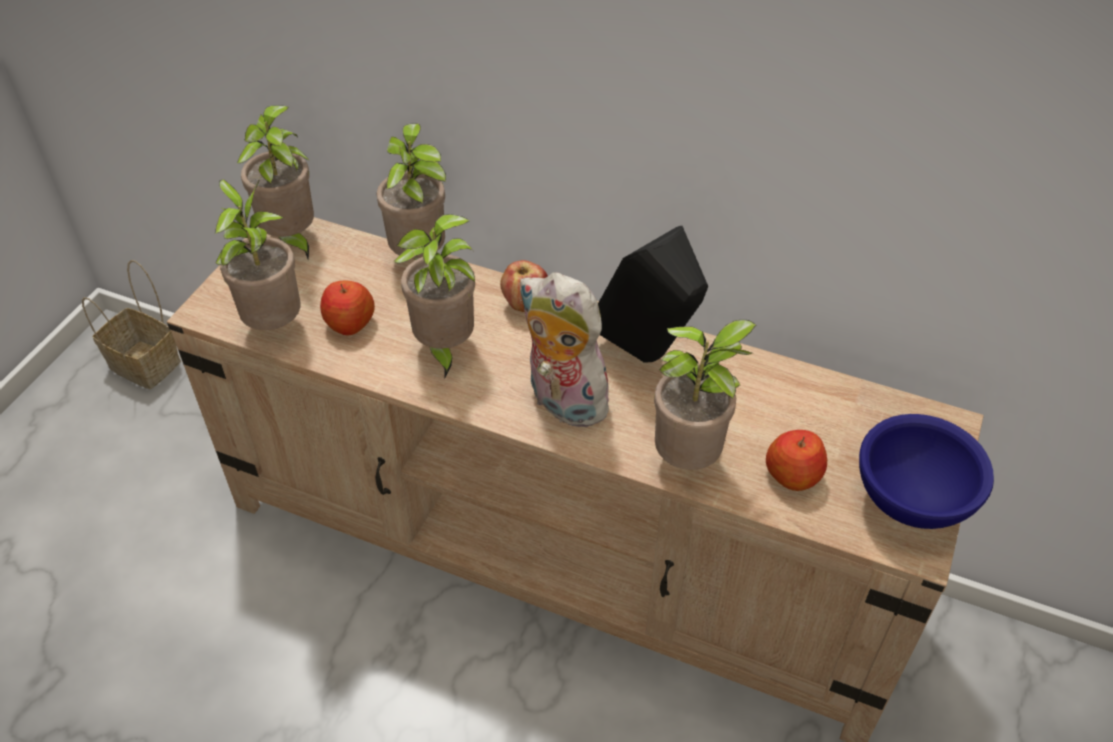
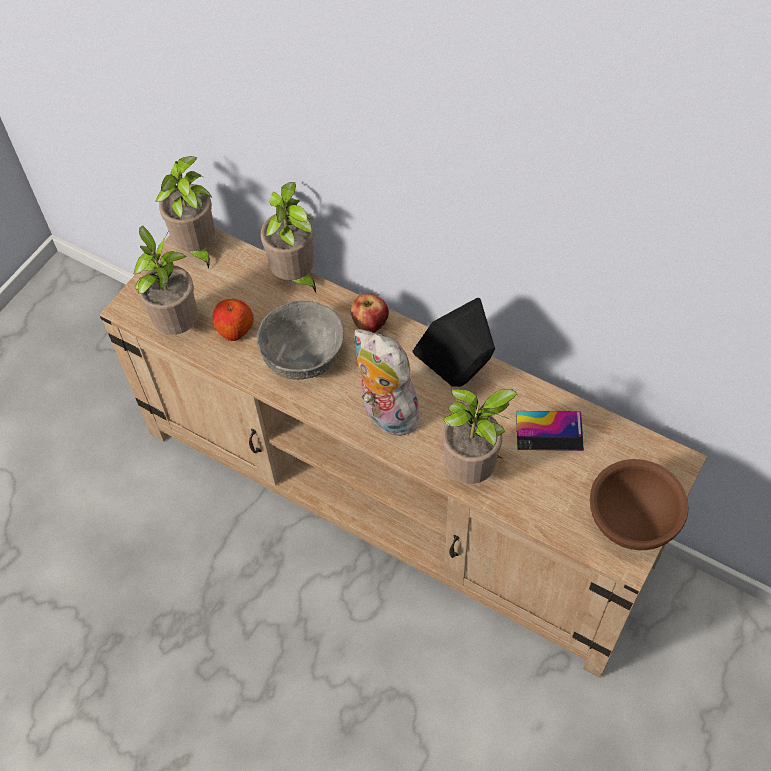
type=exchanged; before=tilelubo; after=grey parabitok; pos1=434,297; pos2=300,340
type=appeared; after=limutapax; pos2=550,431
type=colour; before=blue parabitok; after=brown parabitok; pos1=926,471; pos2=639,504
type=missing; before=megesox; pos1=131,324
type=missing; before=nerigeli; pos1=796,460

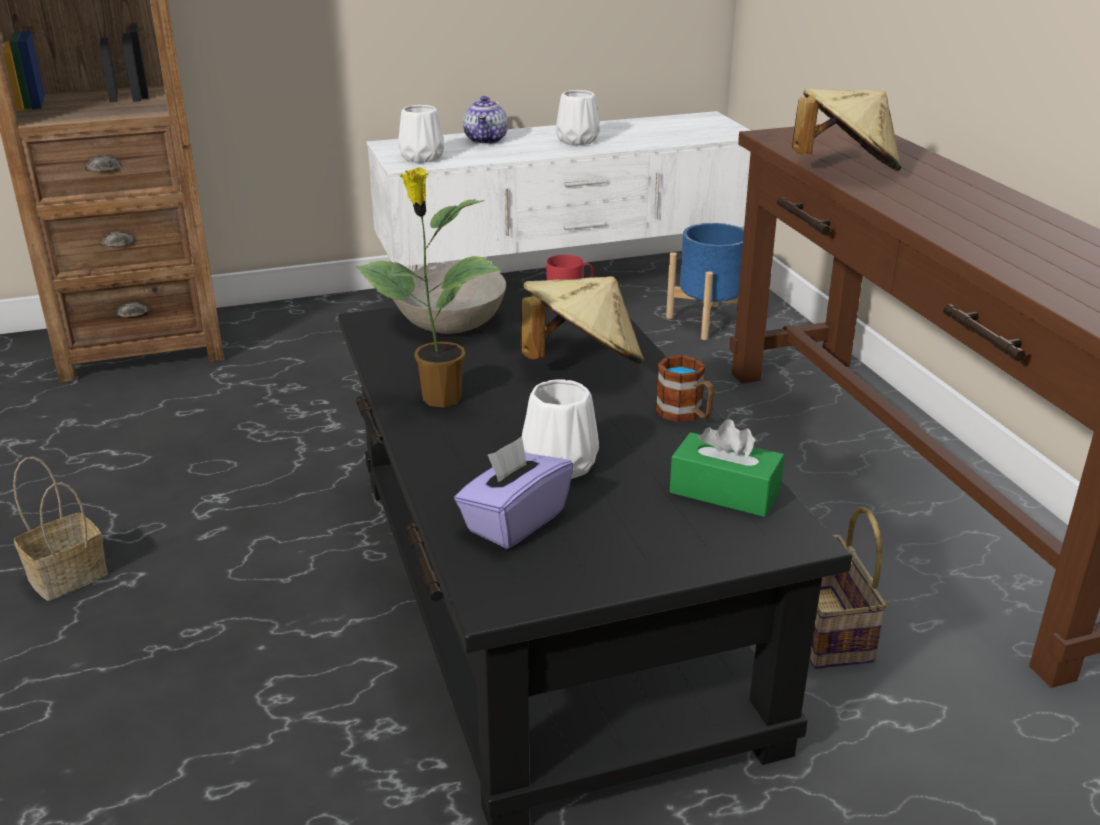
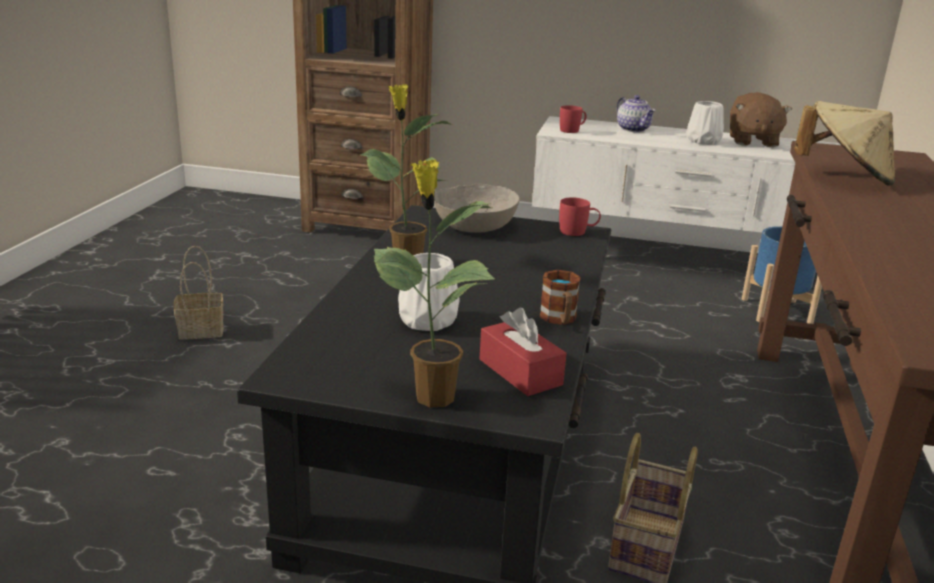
type=appeared; after=tilelubo; pos2=434,283
type=colour; before=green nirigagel; after=red nirigagel; pos1=727,468; pos2=523,352
type=exchanged; before=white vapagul; after=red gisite; pos1=421,134; pos2=573,119
type=spun; before=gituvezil; pos1=485,120; pos2=636,113; turn=-60
type=appeared; after=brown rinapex; pos2=761,119
type=missing; before=purple nirigagel; pos1=513,492
type=missing; before=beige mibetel; pos1=582,320

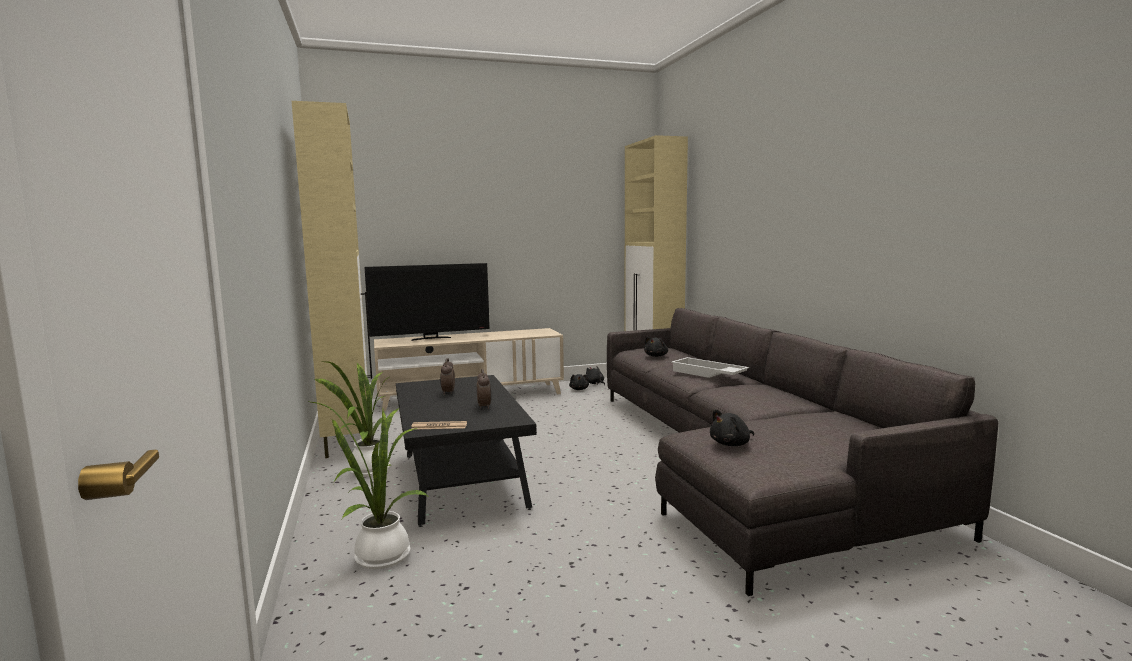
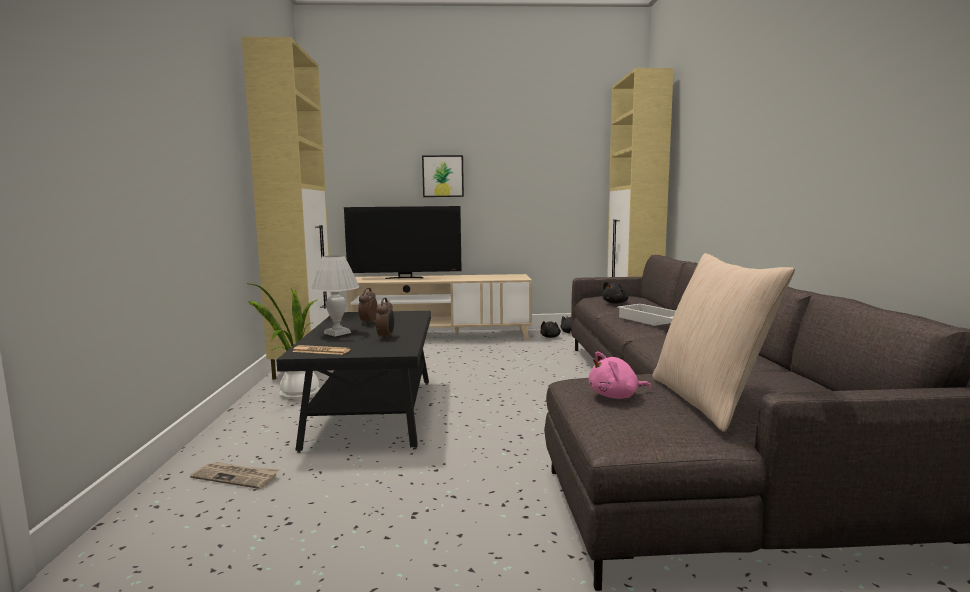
type=exchanged; before=tilelubo; after=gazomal; pos1=370,485; pos2=234,475
type=appeared; after=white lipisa; pos2=334,295
type=appeared; after=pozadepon; pos2=443,176
type=colour; before=black rinapex; after=pink rinapex; pos1=732,427; pos2=620,375
type=appeared; after=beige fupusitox; pos2=723,342

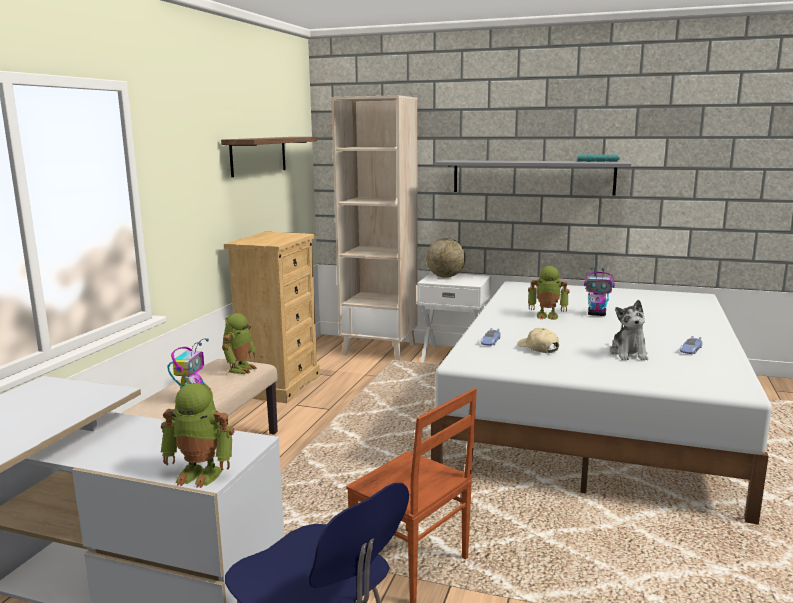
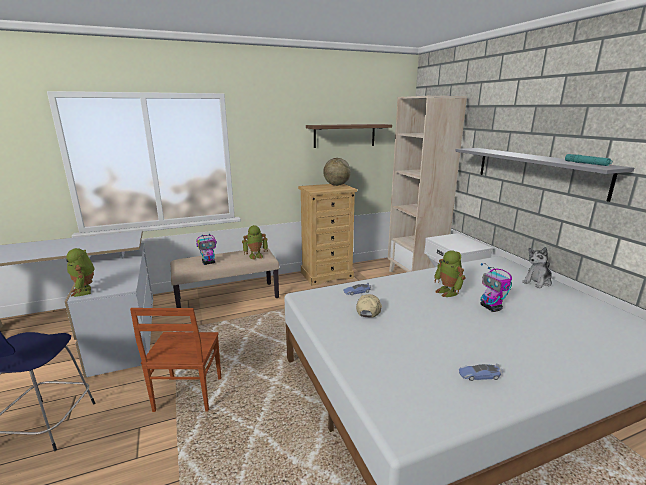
type=relocated; before=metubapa; pos1=446,258; pos2=337,172
type=relocated; before=rinapex; pos1=629,330; pos2=537,268

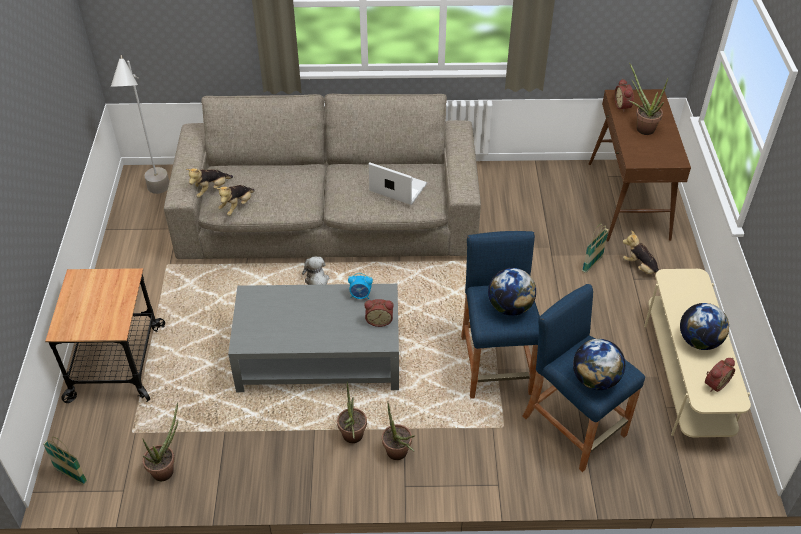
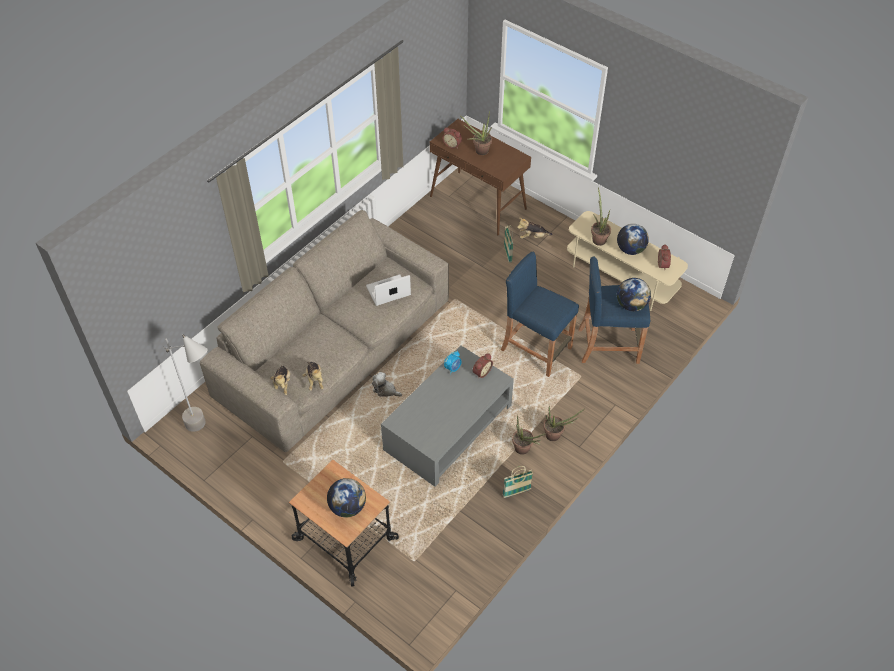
type=relocated; before=metubapa; pos1=512,292; pos2=346,497
type=relocated; before=megesox; pos1=65,461; pos2=517,482
type=relocated; before=tilelubo; pos1=160,441; pos2=601,216

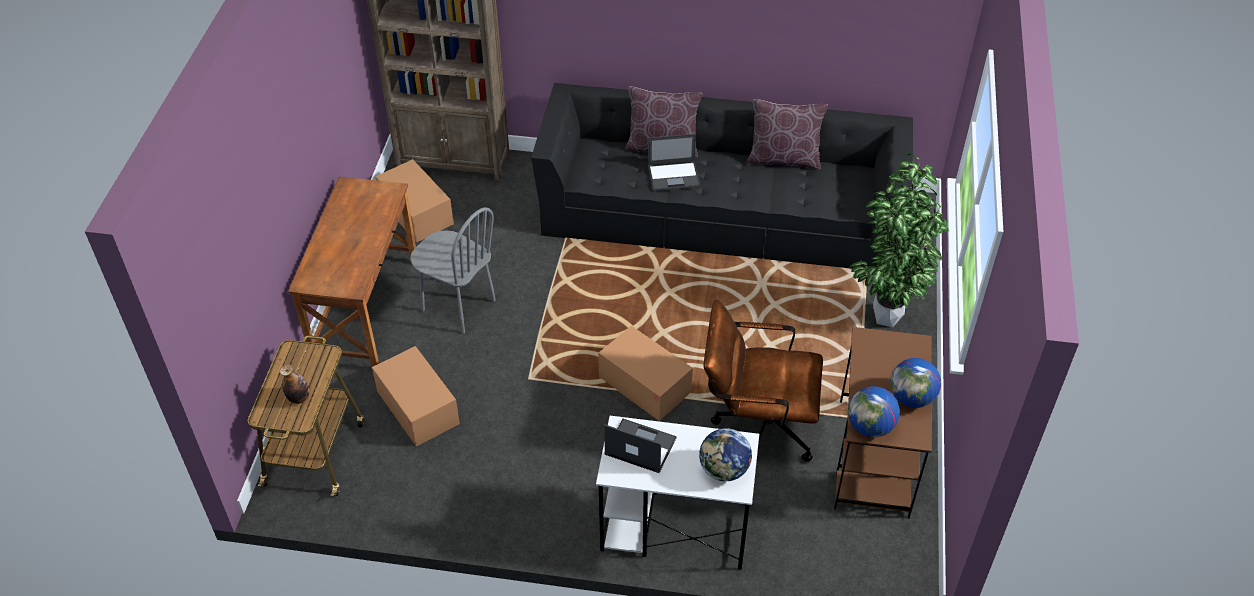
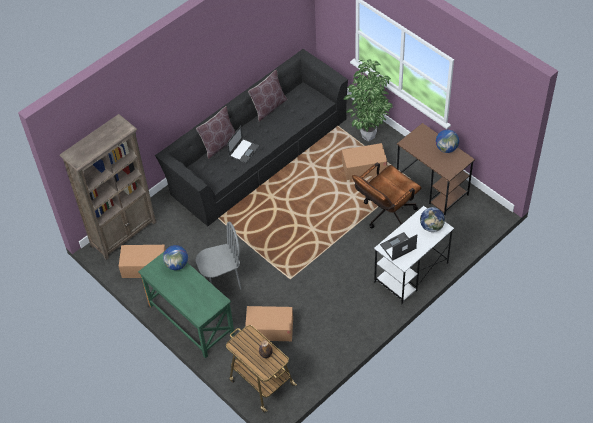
type=colour; before=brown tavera; after=green tavera; pos1=352,274; pos2=186,304
type=relocated; before=metubapa; pos1=874,411; pos2=175,257
type=relocated; before=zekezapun; pos1=645,373; pos2=364,161

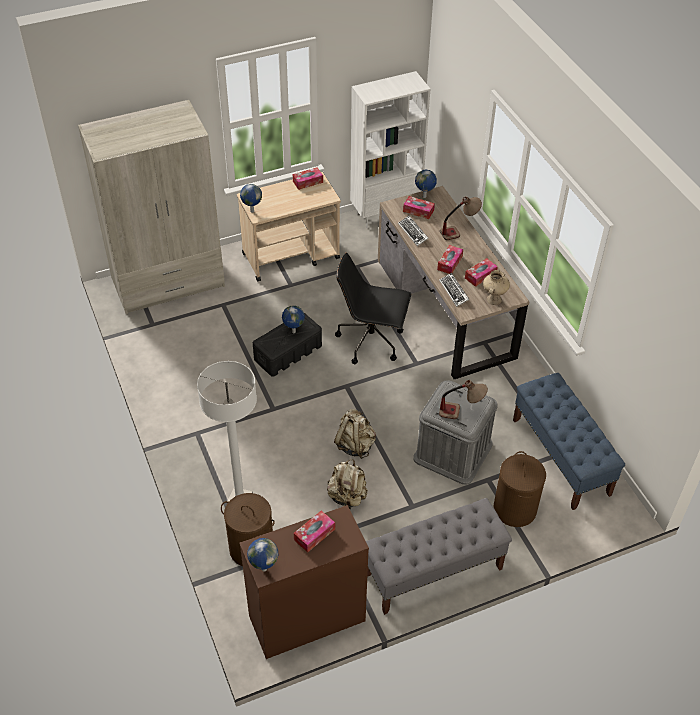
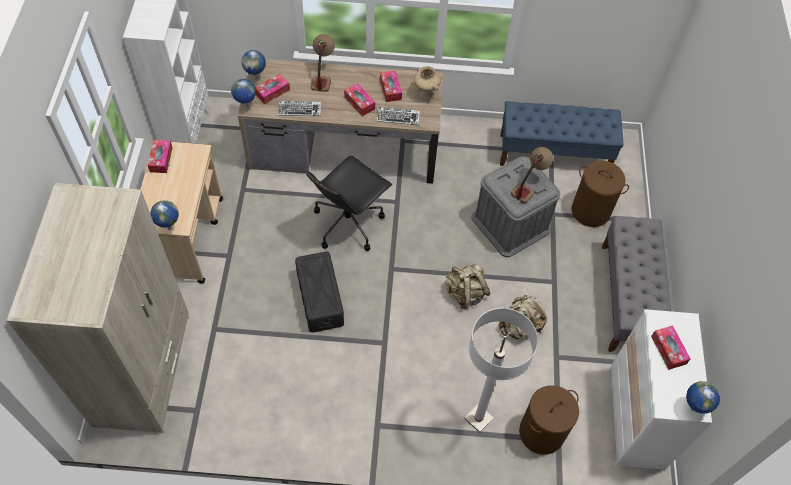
type=relocated; before=metubapa; pos1=293,319; pos2=243,93
type=colour; before=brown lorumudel; after=white lorumudel; pos1=304,582; pos2=660,389

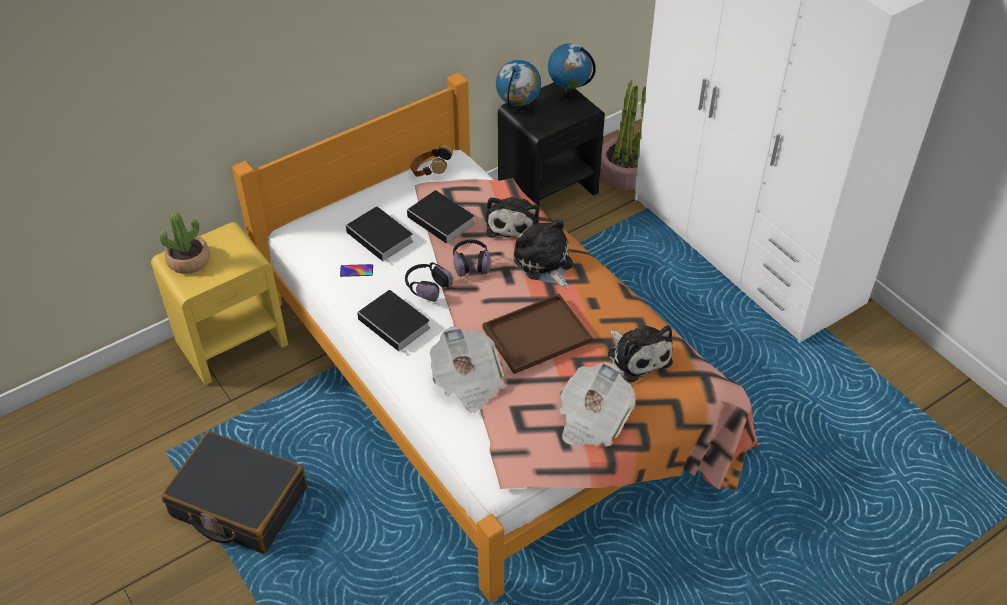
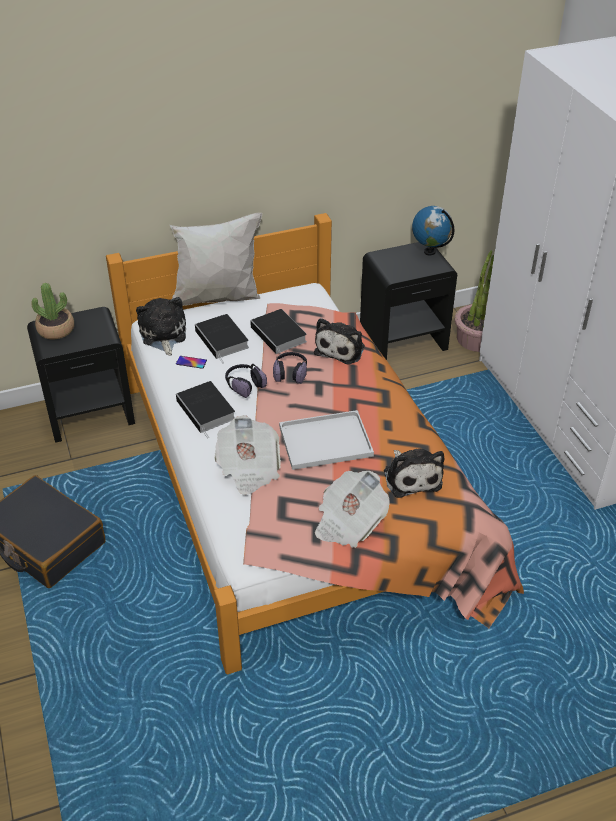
type=colour; before=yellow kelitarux; after=black kelitarux; pos1=219,303; pos2=81,375
type=relocated; before=rinapex; pos1=543,253; pos2=161,326
type=appeared; after=white fupusitox; pos2=216,259
type=colour; before=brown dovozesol; after=white dovozesol; pos1=537,334; pos2=326,440
type=missing; before=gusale; pos1=431,160
type=missing; before=metubapa; pos1=518,87

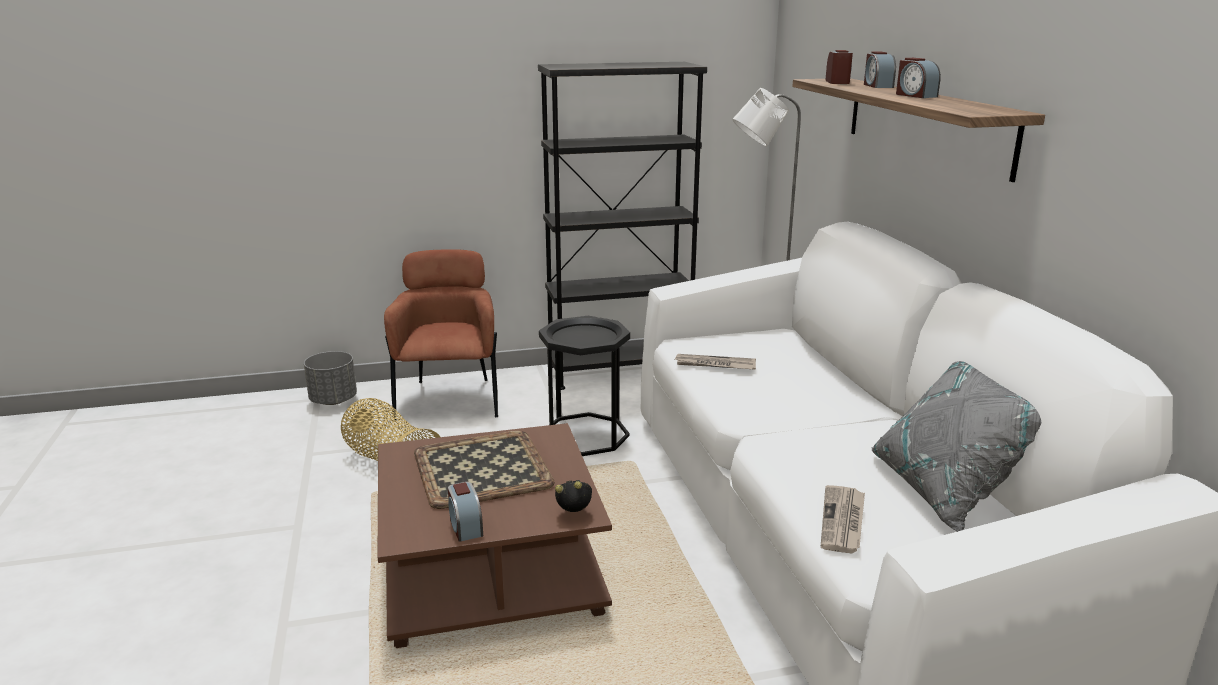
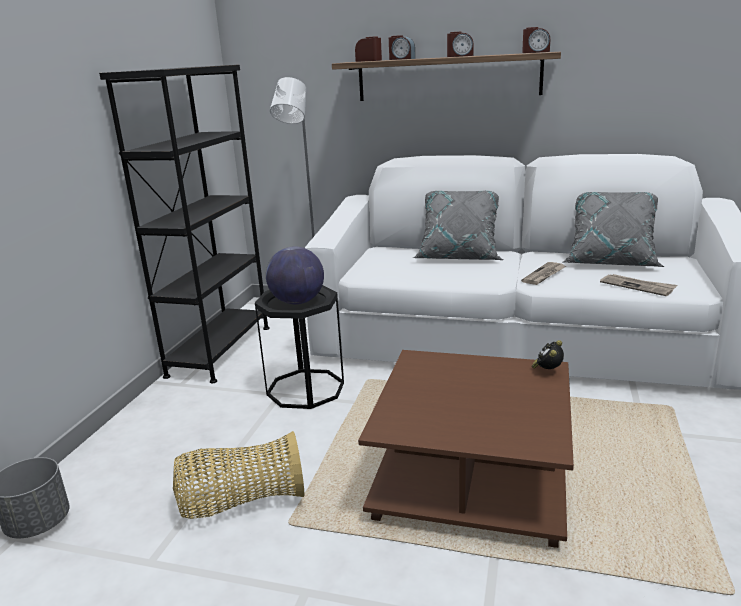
type=appeared; after=metubapa; pos2=295,275
type=appeared; after=grey fupusitox; pos2=458,225
type=relocated; before=gazomal; pos1=715,362; pos2=543,273
type=relocated; before=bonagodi; pos1=465,512; pos2=536,40
type=missing; before=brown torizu; pos1=441,334
type=missing; before=dovozesol; pos1=484,470

